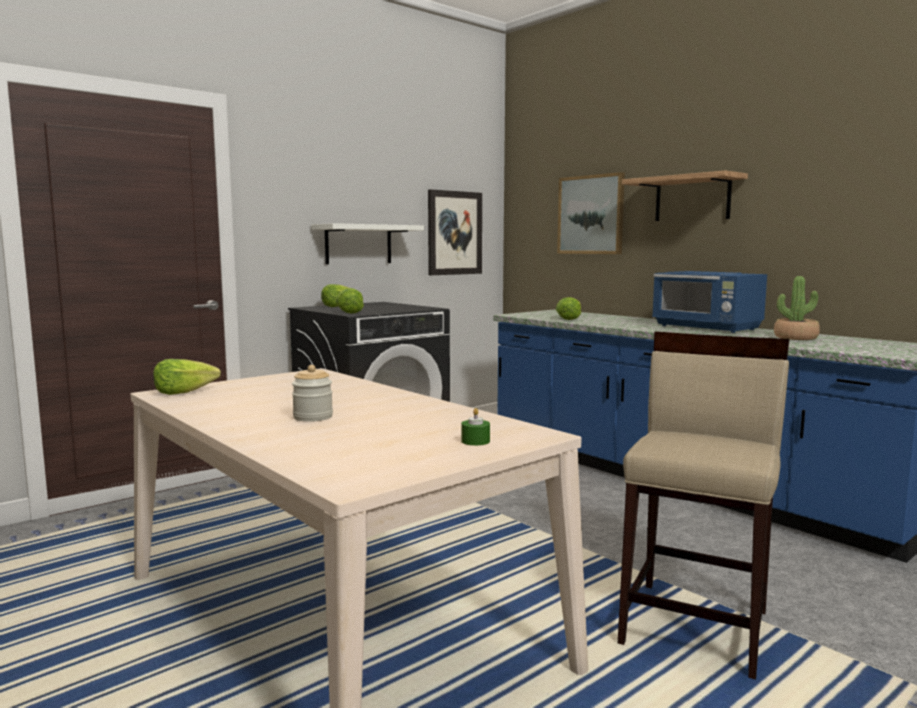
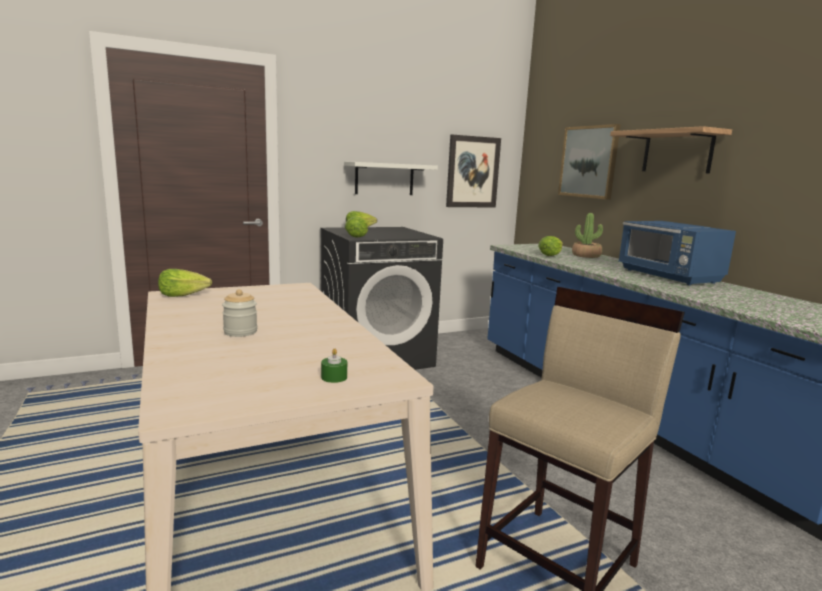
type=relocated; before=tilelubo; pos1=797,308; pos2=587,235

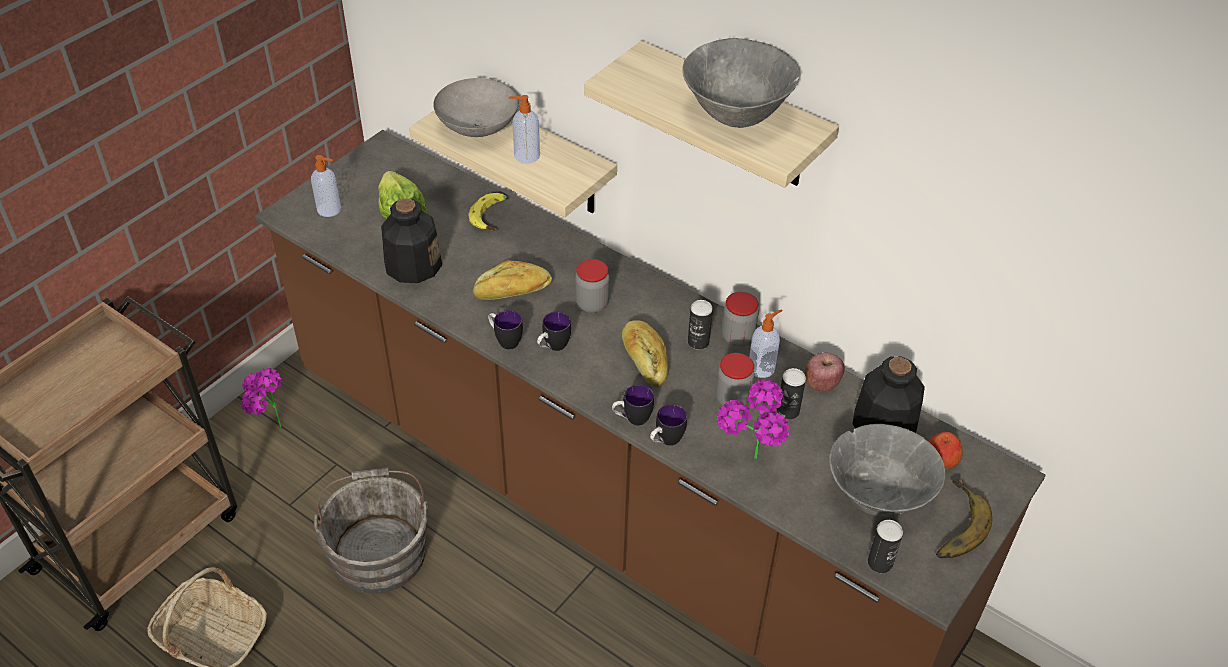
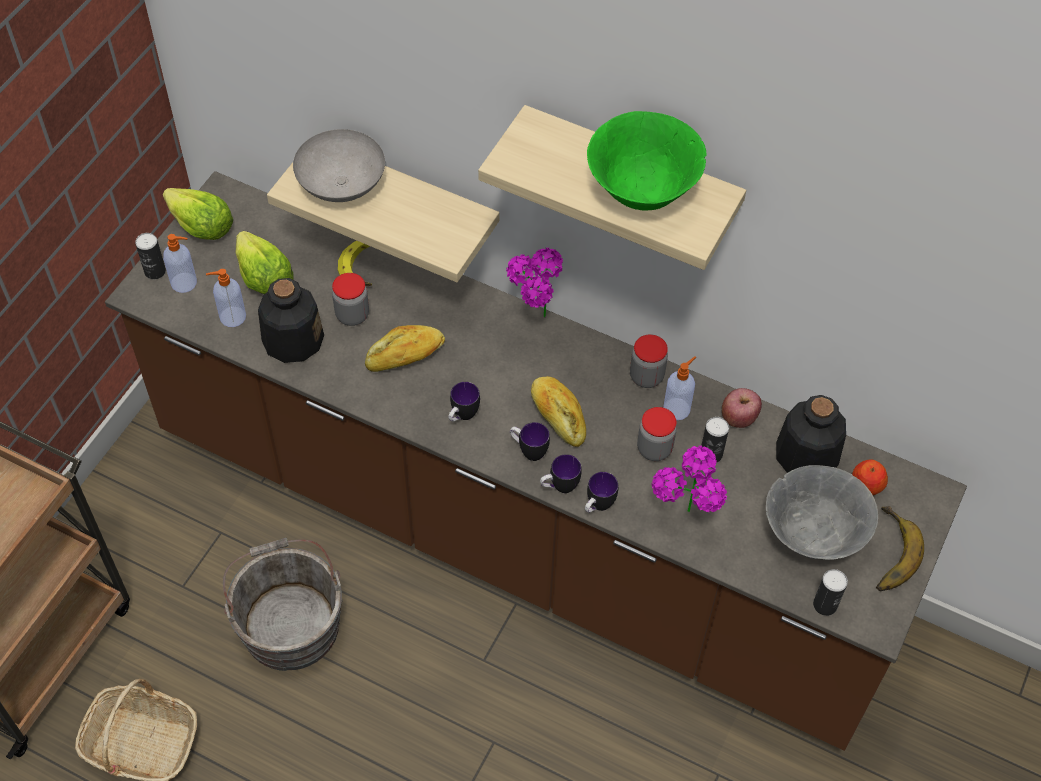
type=relocated; before=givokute; pos1=700,325; pos2=150,256
type=appeared; after=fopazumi; pos2=198,214
type=relocated; before=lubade; pos1=524,129; pos2=226,298
type=relocated; before=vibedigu; pos1=592,286; pos2=350,299
type=relocated; before=tilelubo; pos1=261,398; pos2=534,282
type=relocated; before=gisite; pos1=505,329; pos2=530,441
type=colour; before=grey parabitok; after=green parabitok; pos1=741,83; pos2=647,161

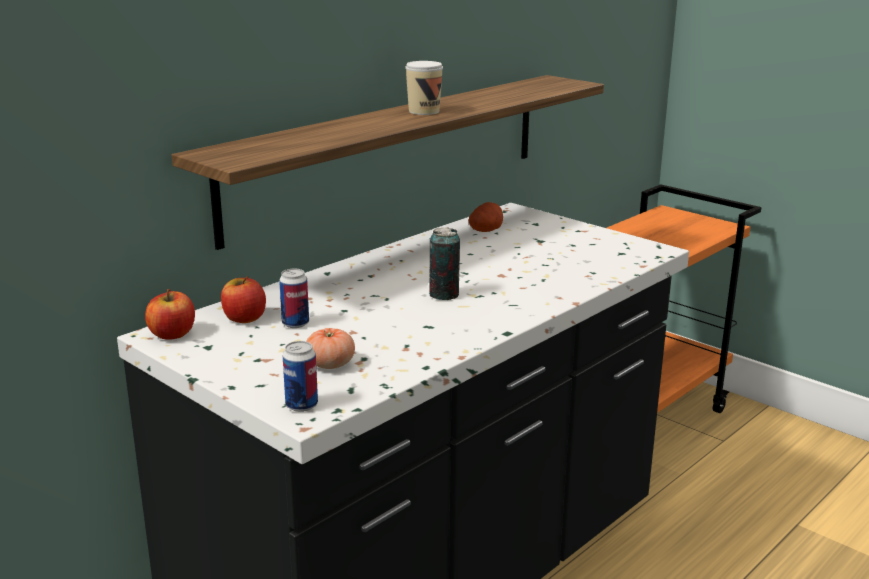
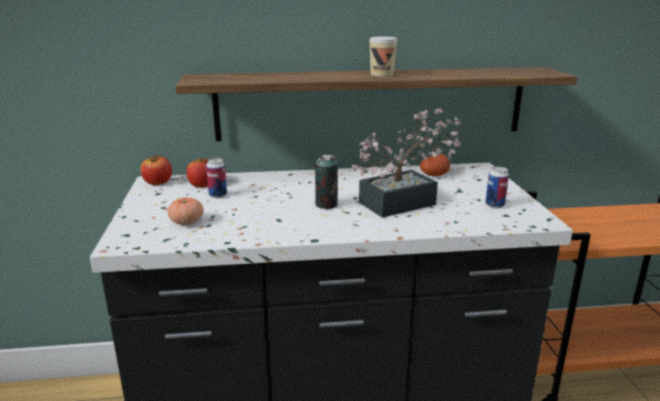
type=appeared; after=tilelubo; pos2=407,163
type=relocated; before=givokute; pos1=300,376; pos2=497,187

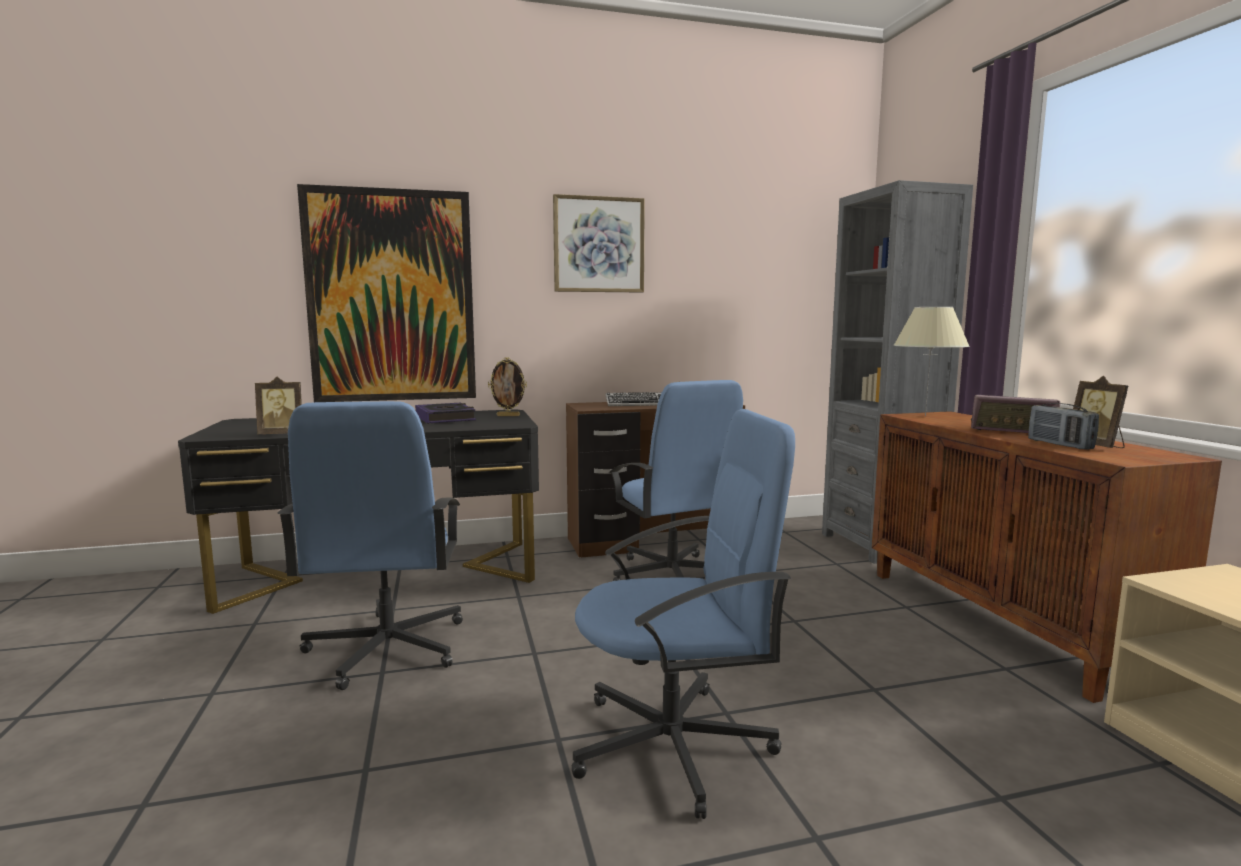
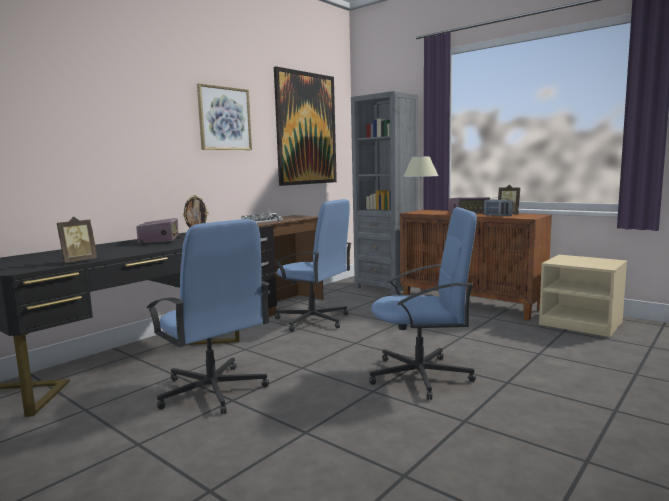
type=exchanged; before=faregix; after=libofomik; pos1=445,413; pos2=157,231
type=relocated; before=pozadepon; pos1=386,293; pos2=305,126
type=spun; before=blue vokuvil; pos1=683,614; pos2=423,303; turn=45

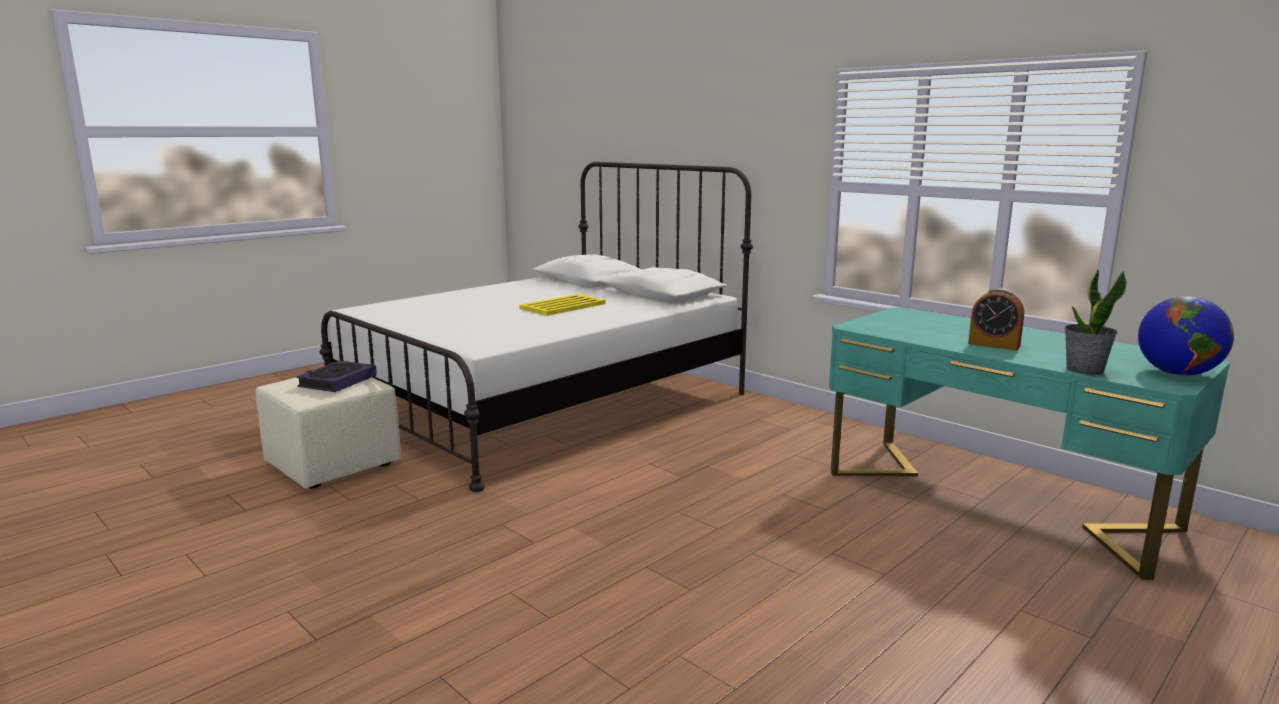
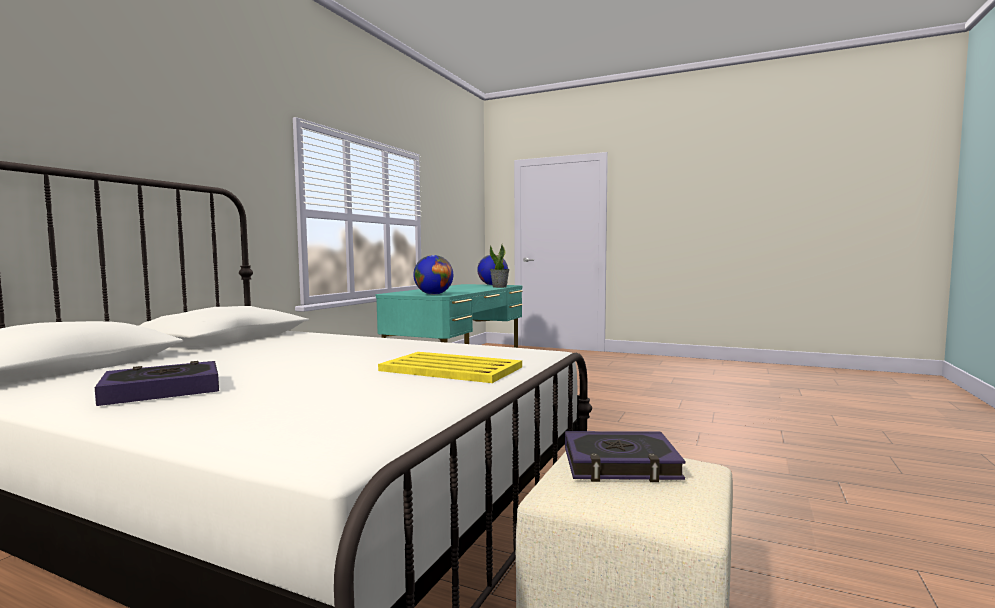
type=appeared; after=faregix; pos2=157,383
type=relocated; before=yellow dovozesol; pos1=562,305; pos2=450,367
type=appeared; after=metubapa; pos2=433,275
type=missing; before=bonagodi; pos1=996,319

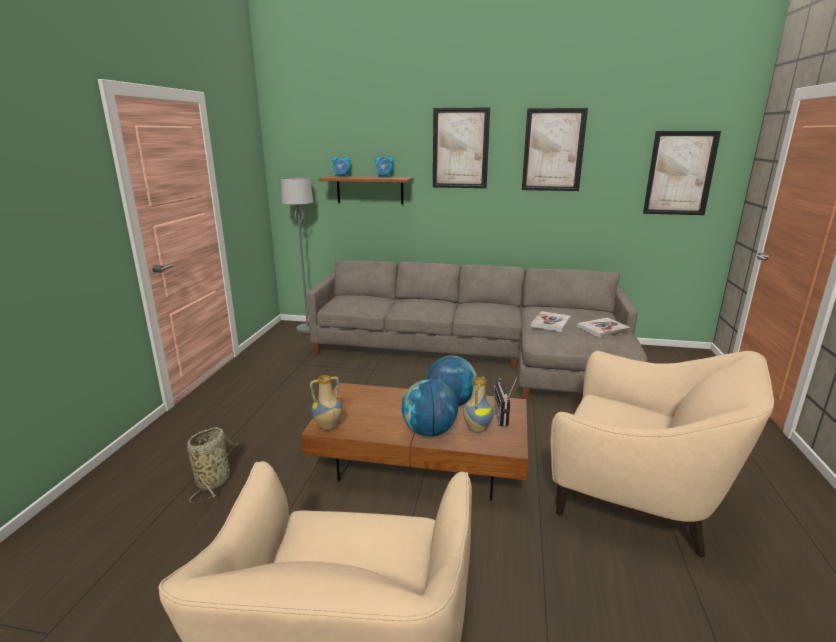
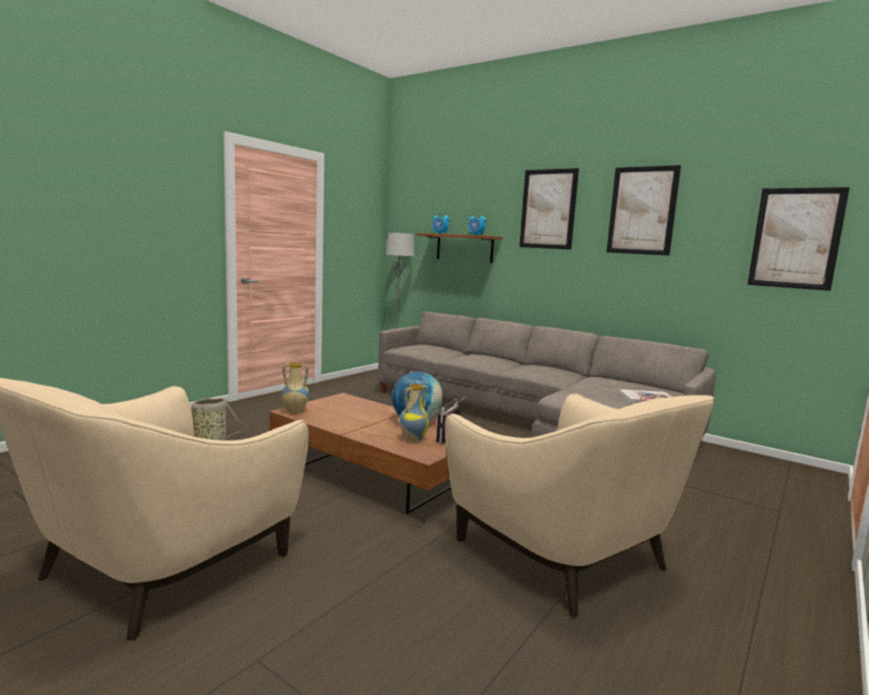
type=missing; before=metubapa; pos1=430,408
type=missing; before=faregix; pos1=551,321

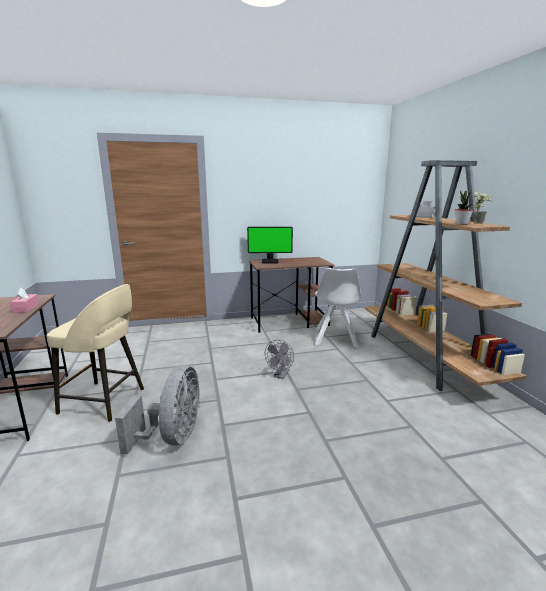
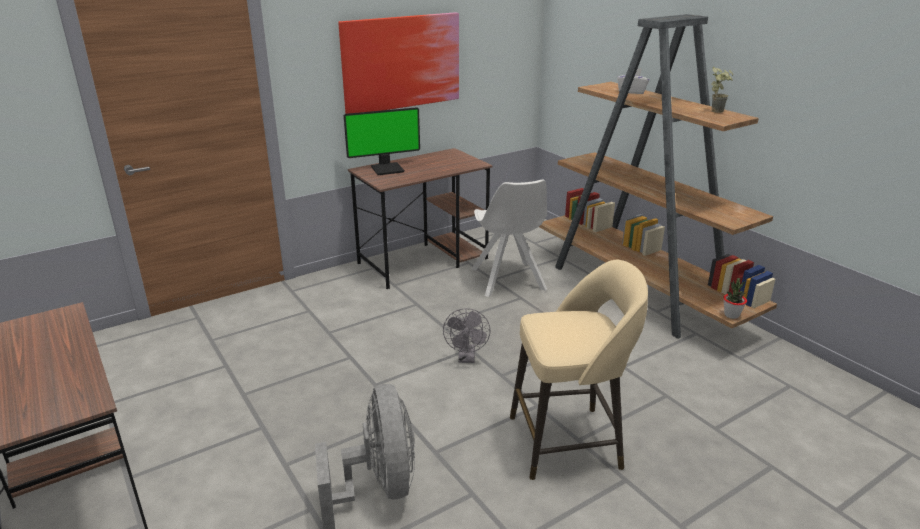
type=appeared; after=pozadepon; pos2=398,63
type=relocated; before=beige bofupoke; pos1=95,353; pos2=579,370
type=relocated; before=tilelubo; pos1=464,208; pos2=735,298
type=missing; before=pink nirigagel; pos1=24,300

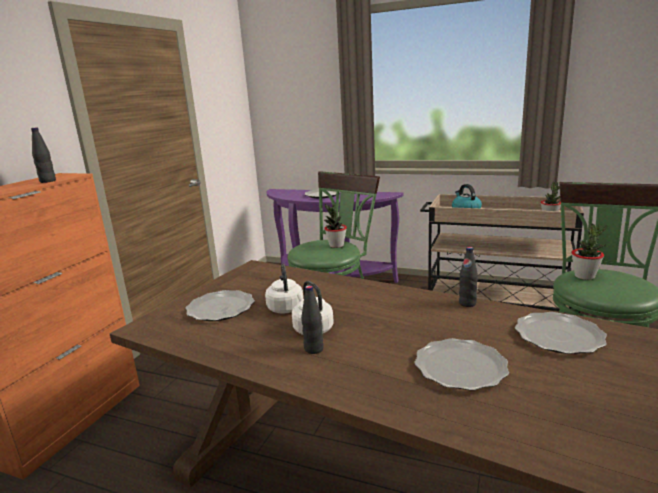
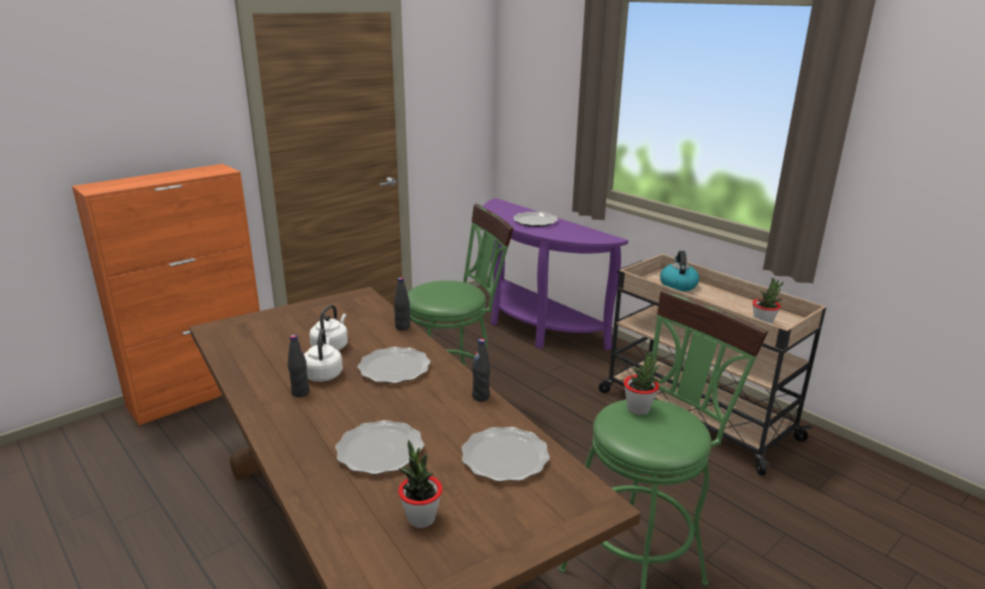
type=relocated; before=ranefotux; pos1=220,305; pos2=394,365
type=relocated; before=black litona; pos1=43,155; pos2=402,303
type=relocated; before=tilelubo; pos1=335,226; pos2=420,484

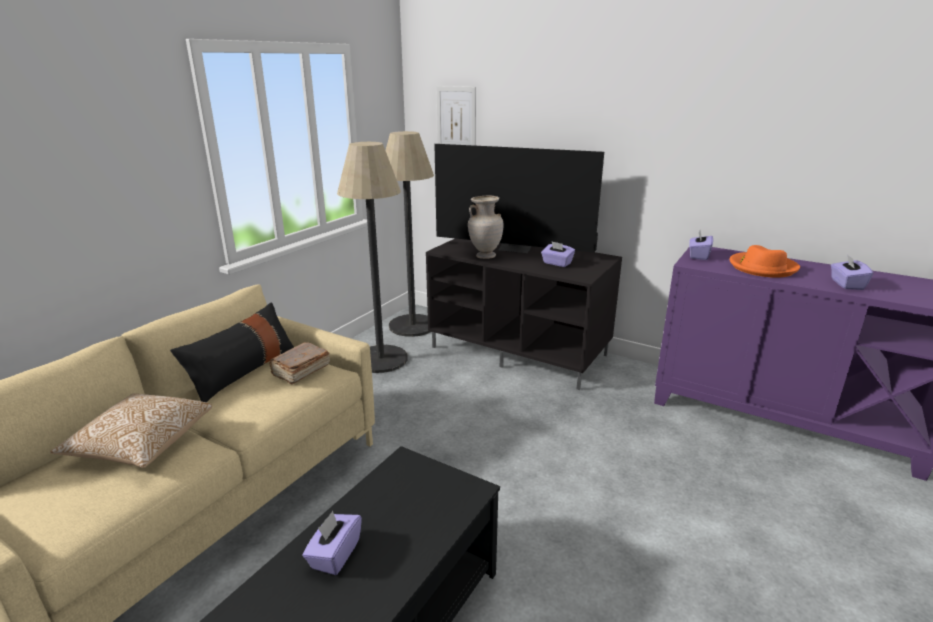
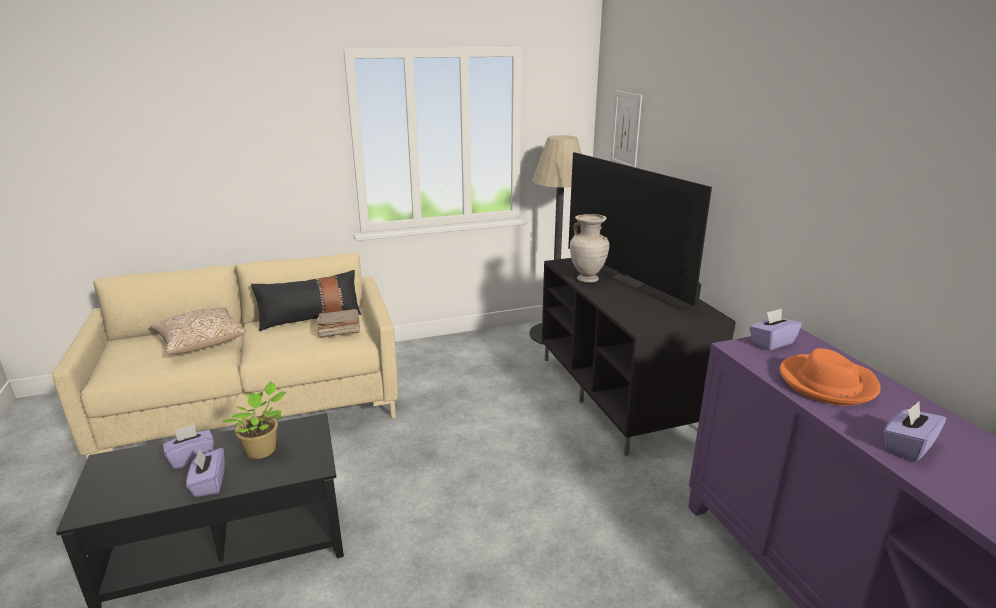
type=relocated; before=purple nirigagel; pos1=558,254; pos2=205,472
type=appeared; after=tilelubo; pos2=254,420
type=missing; before=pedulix; pos1=372,257

